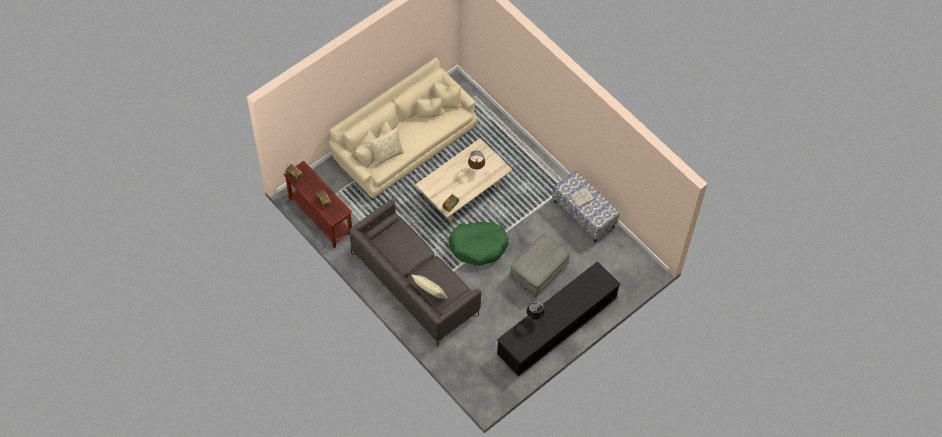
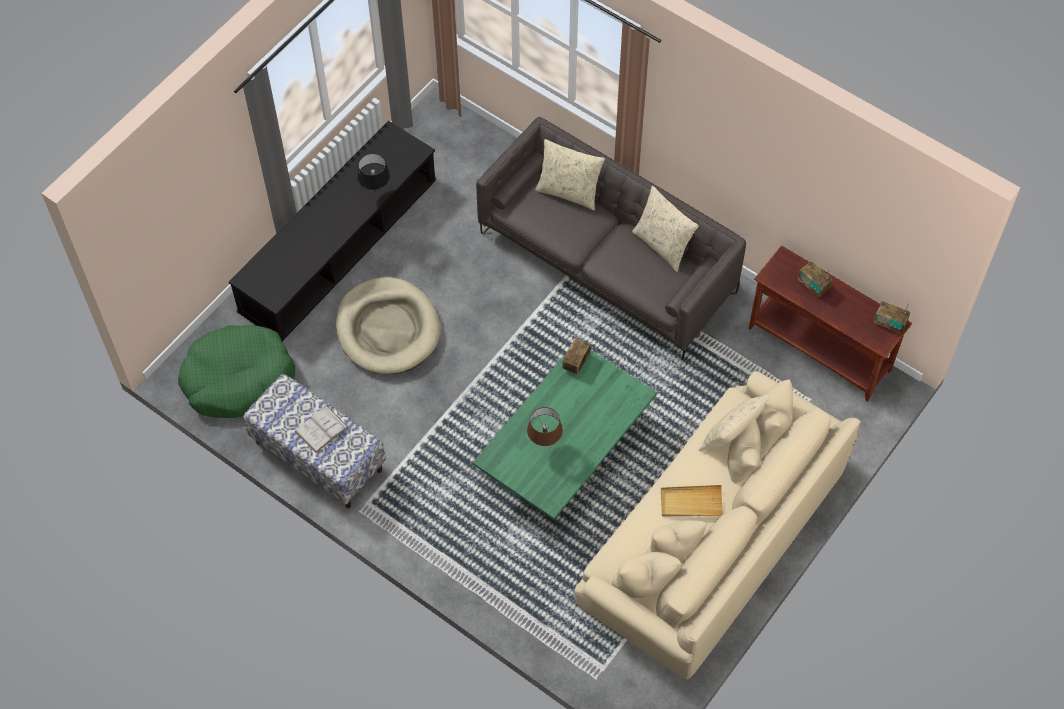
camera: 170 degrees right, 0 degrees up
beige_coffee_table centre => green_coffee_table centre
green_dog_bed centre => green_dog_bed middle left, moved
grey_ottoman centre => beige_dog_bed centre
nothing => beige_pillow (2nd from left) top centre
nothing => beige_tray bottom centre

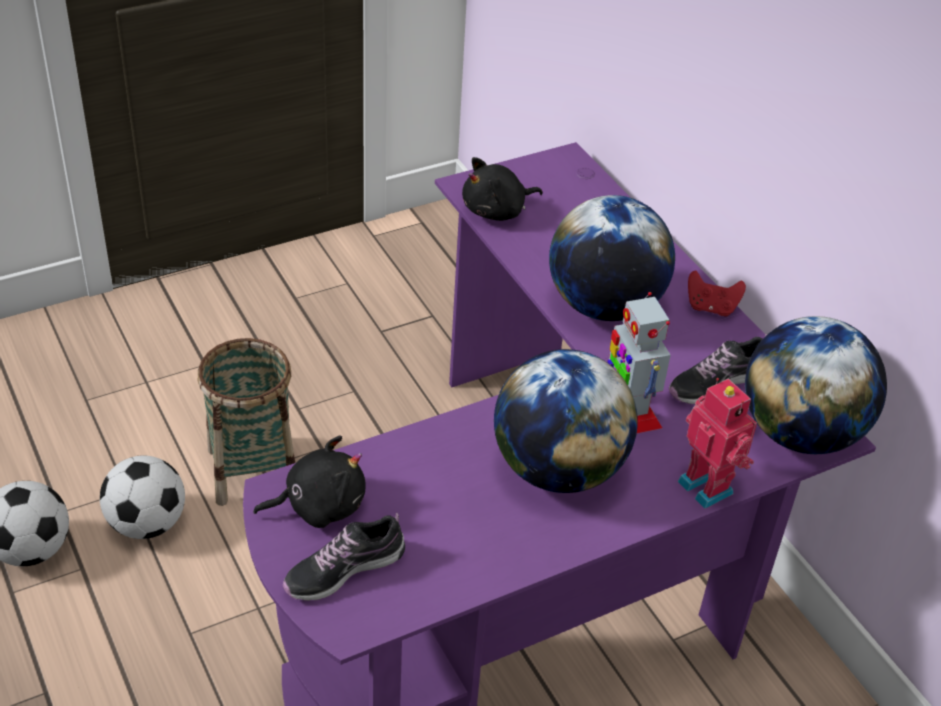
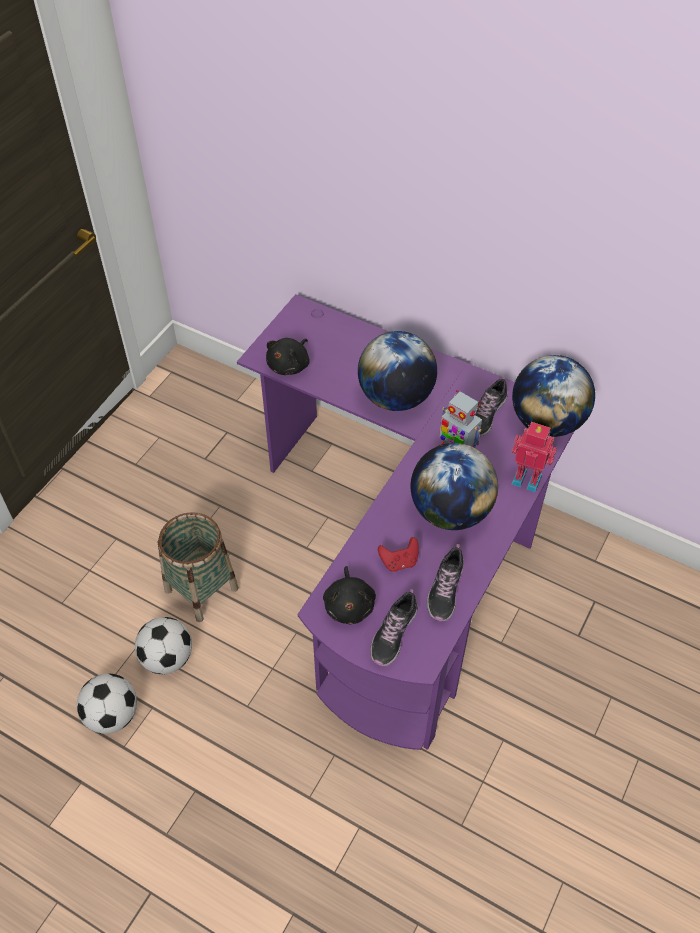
camera: 30 degrees left, 10 degrees up
red_game_controller middle right => red_game_controller centre, moved
black_plush_toy (1st from left in the first image) bottom left => black_plush_toy (2nd from left) centre, 135 degrees clockwise
nothing => shoe (2nd from left) centre

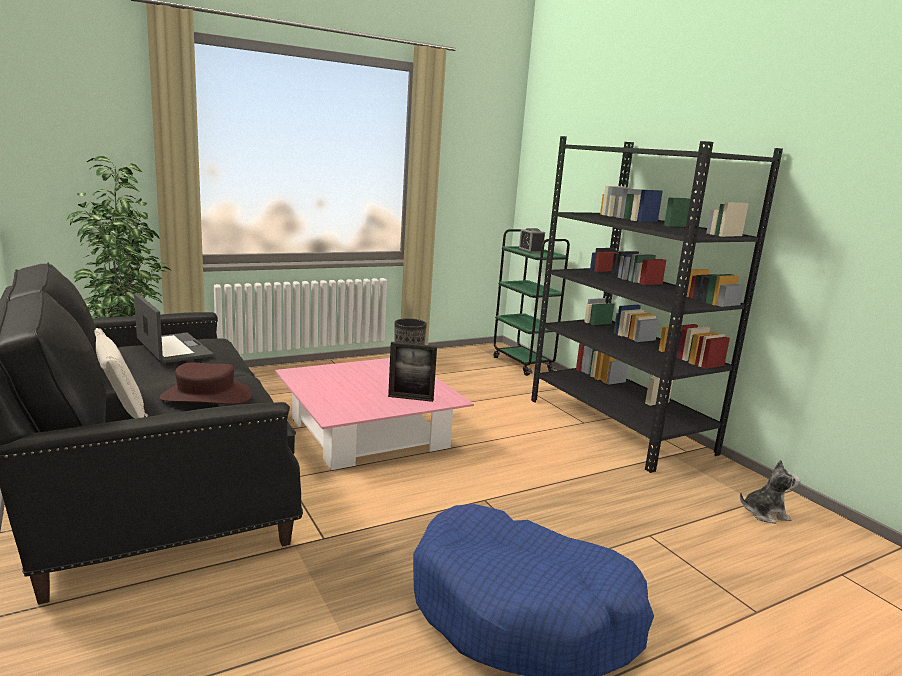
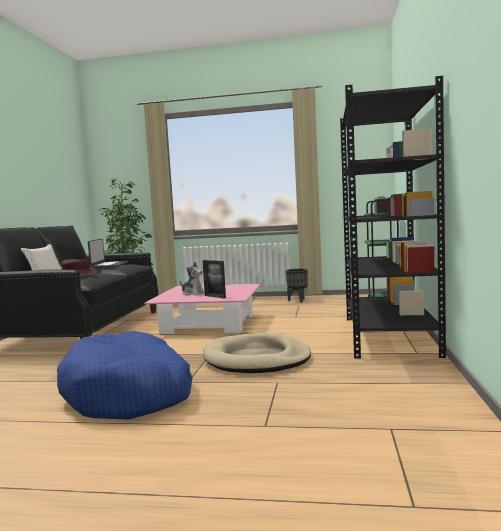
camera: 40 degrees right, 10 degrees down
plush_toy bottom right => plush_toy centre, moved
nothing => beige_dog_bed centre

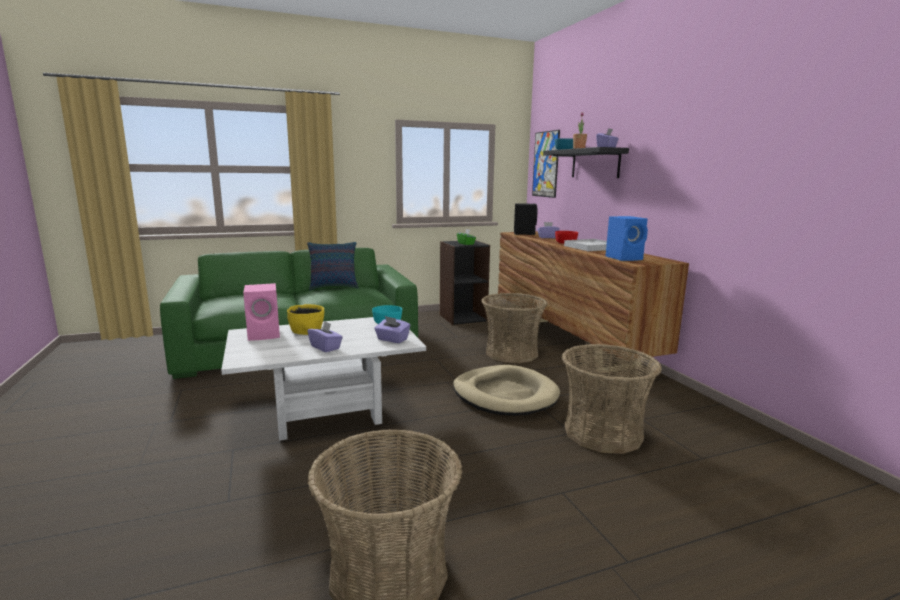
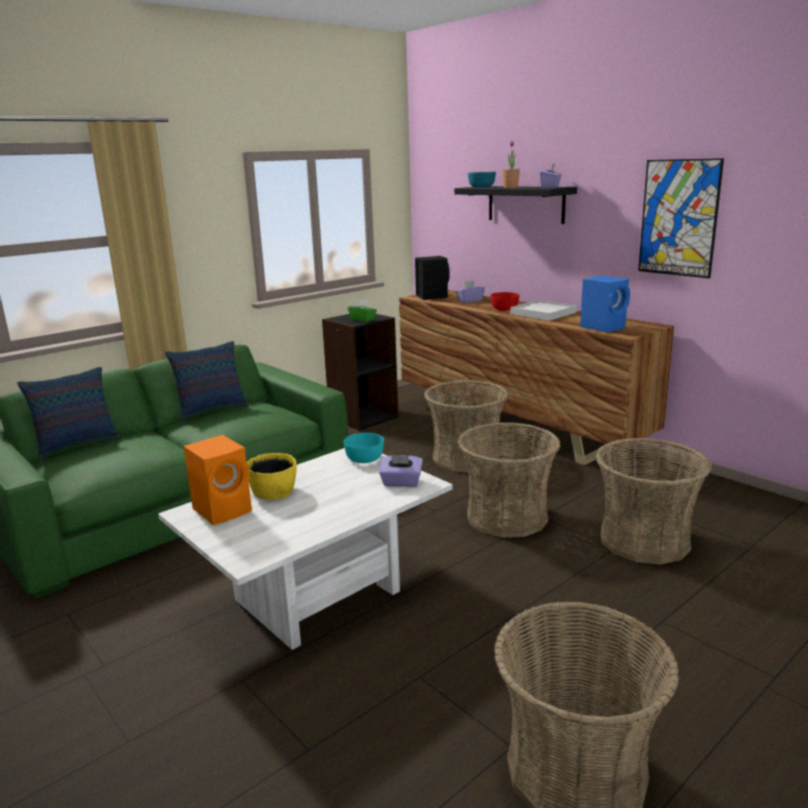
camera: 20 degrees left, 5 degrees up
picture top centre => picture top right, moved
pink_speaker middle left => orange_speaker middle left
purple_tissue_box (1st from left) centre => nothing
beige_dog_bed centre => basket (2nd from left) centre
nothing => blue_pillow (1st from left) middle left

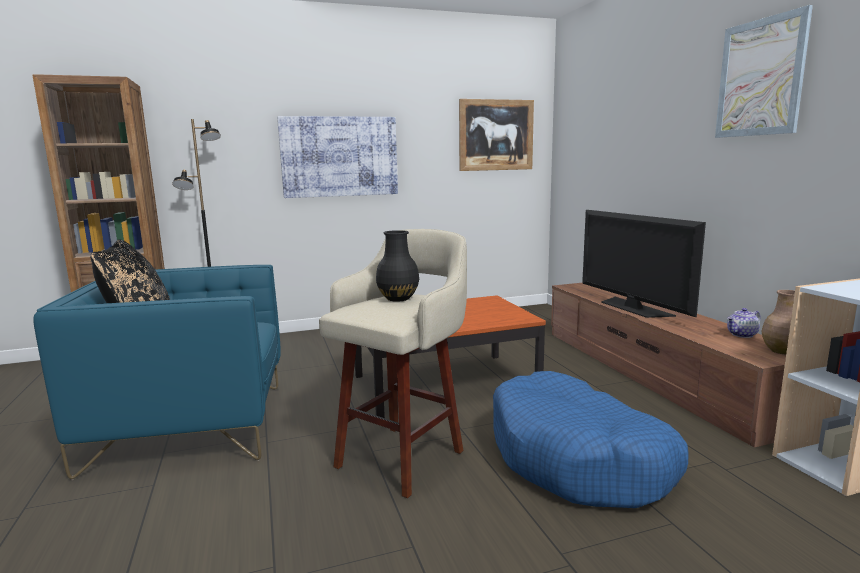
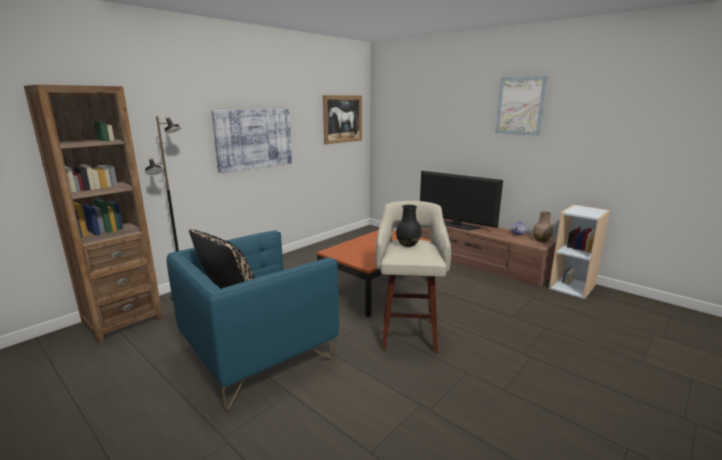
camera: 30 degrees left, 5 degrees up
blue_dog_bed bottom right => nothing

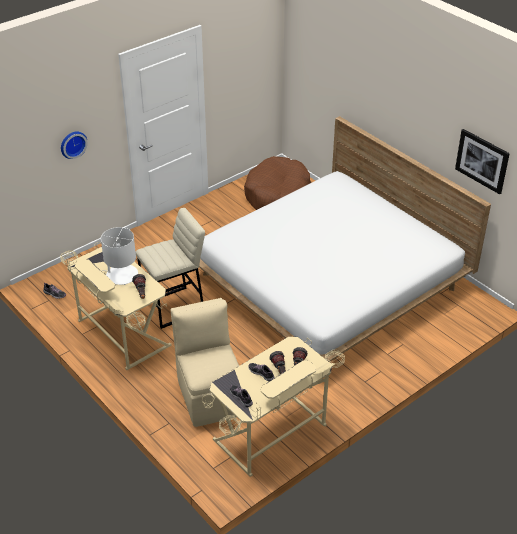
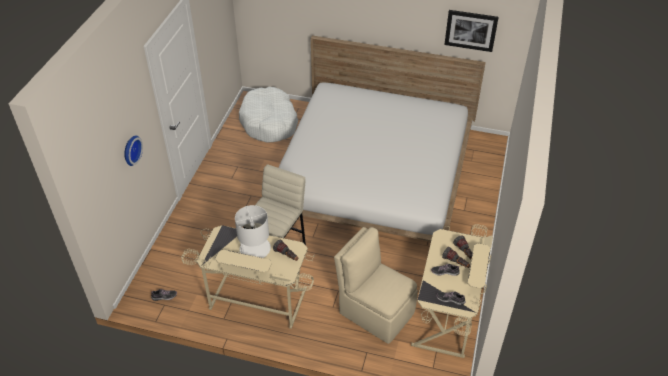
camera: 35 degrees left, 5 degrees up
brown_dog_bed centre => white_dog_bed top centre

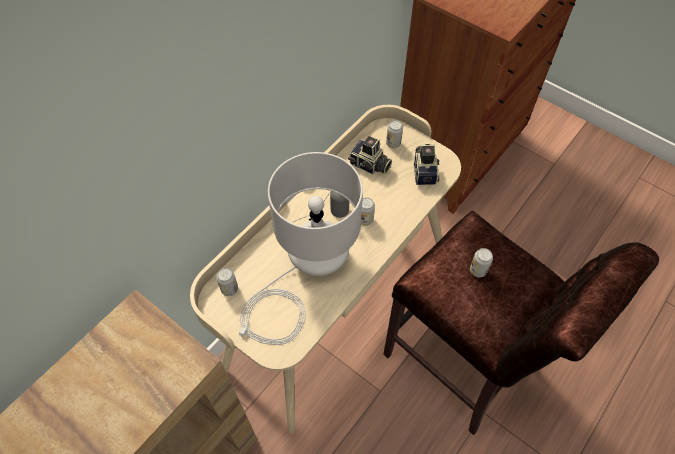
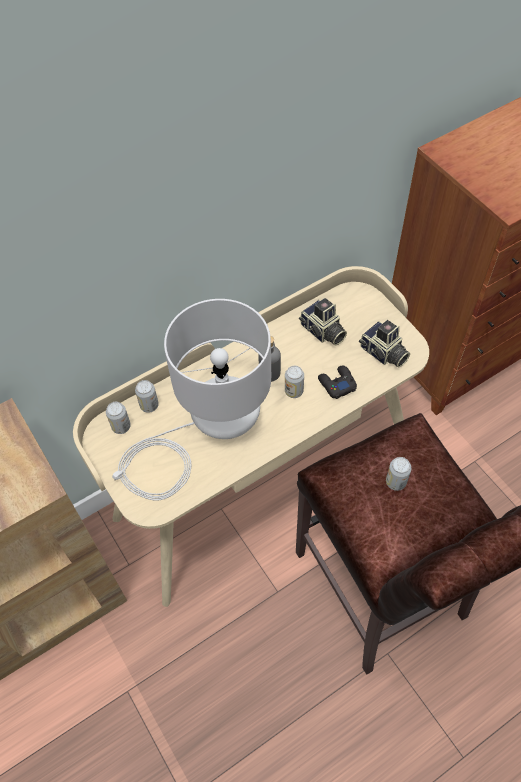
camera: 20 degrees right, 0 degrees up
can (3rd from left in the first image) top centre => can (2nd from left) middle left, moved
photo_camera (2nd from left) centre => photo_camera (2nd from left) middle right, 120 degrees clockwise
nothing => black_game_controller centre

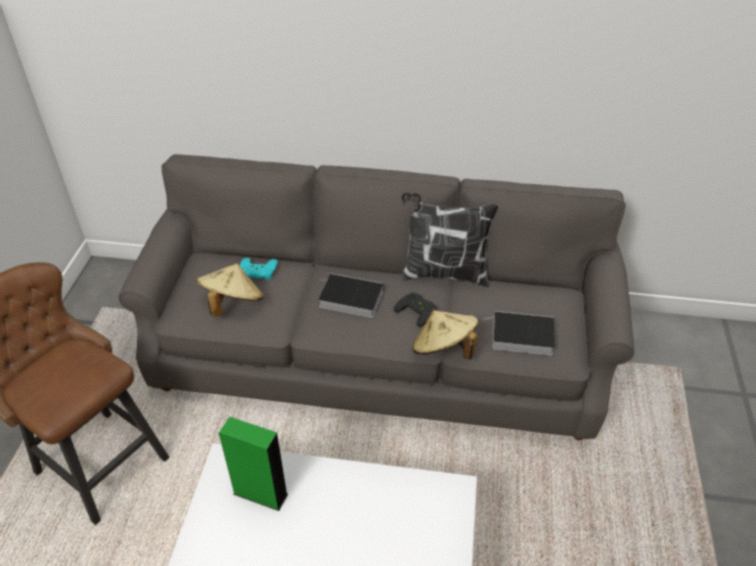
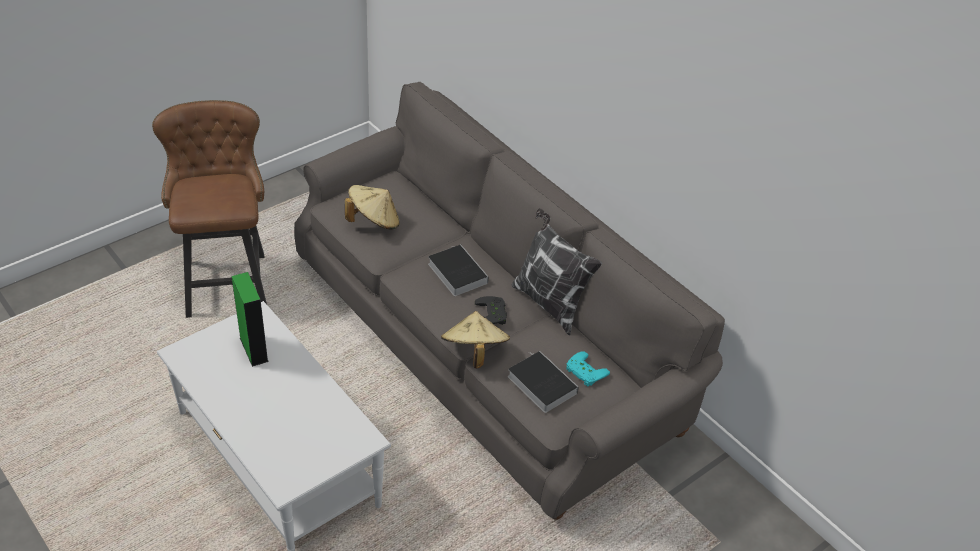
camera: 40 degrees right, 0 degrees up
turquoise_game_controller centre => turquoise_game_controller bottom centre, moved

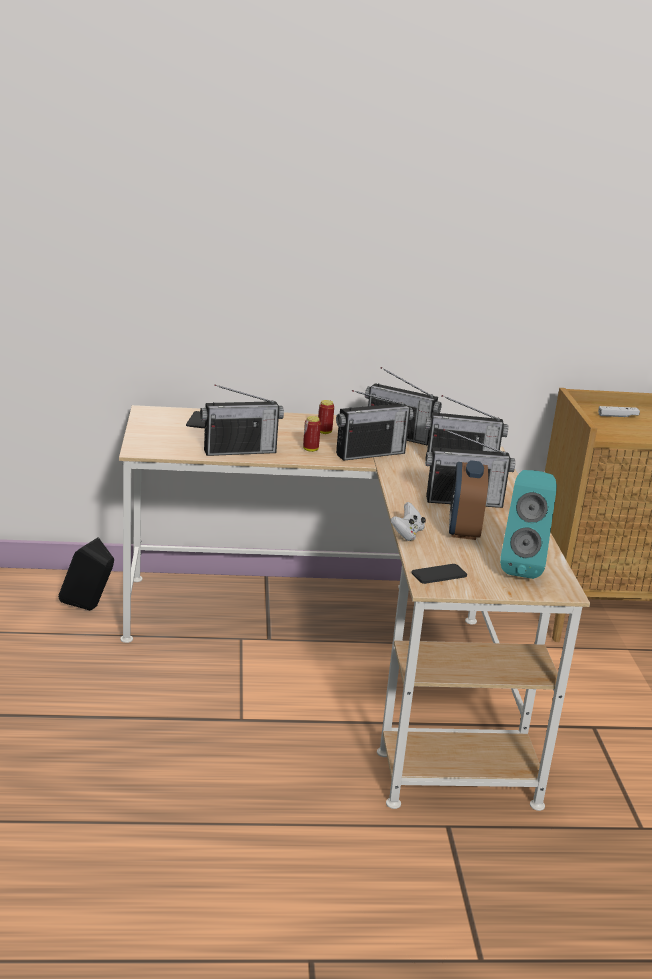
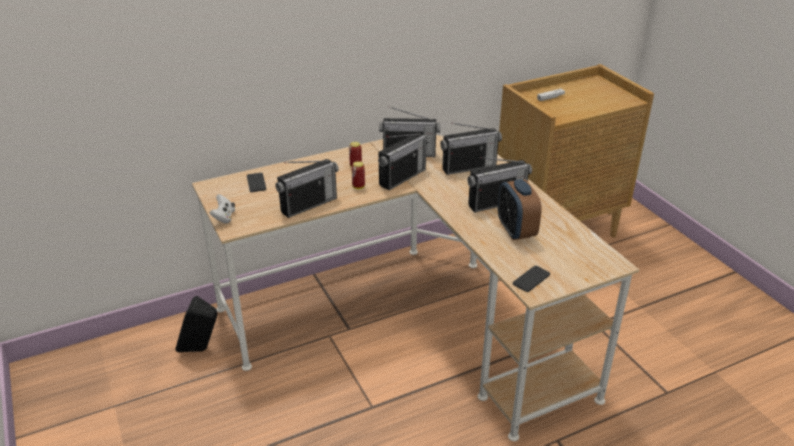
camera: 20 degrees left, 10 degrees up
turquoise_speaker middle right => nothing
white_game_controller (1st from left) centre => white_game_controller (1st from left) middle left, moved

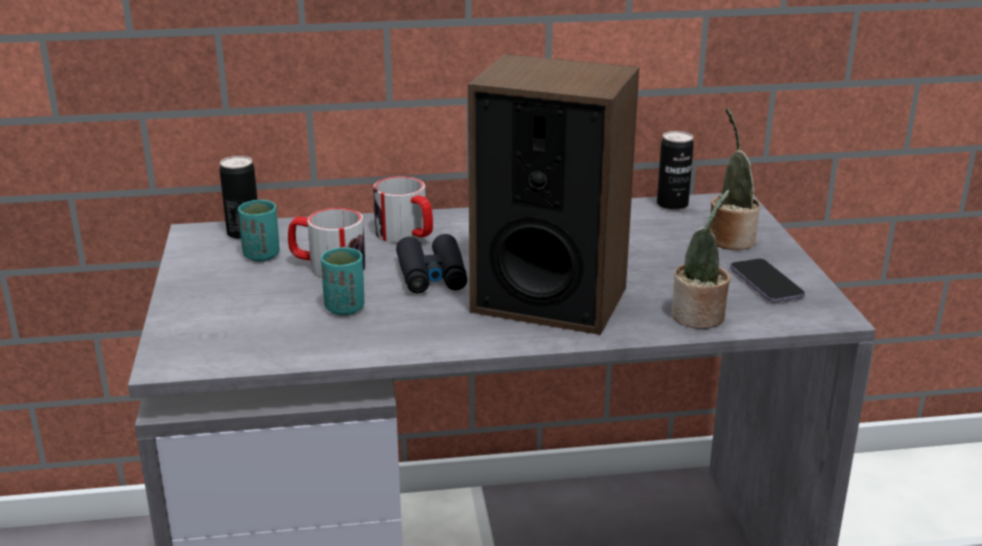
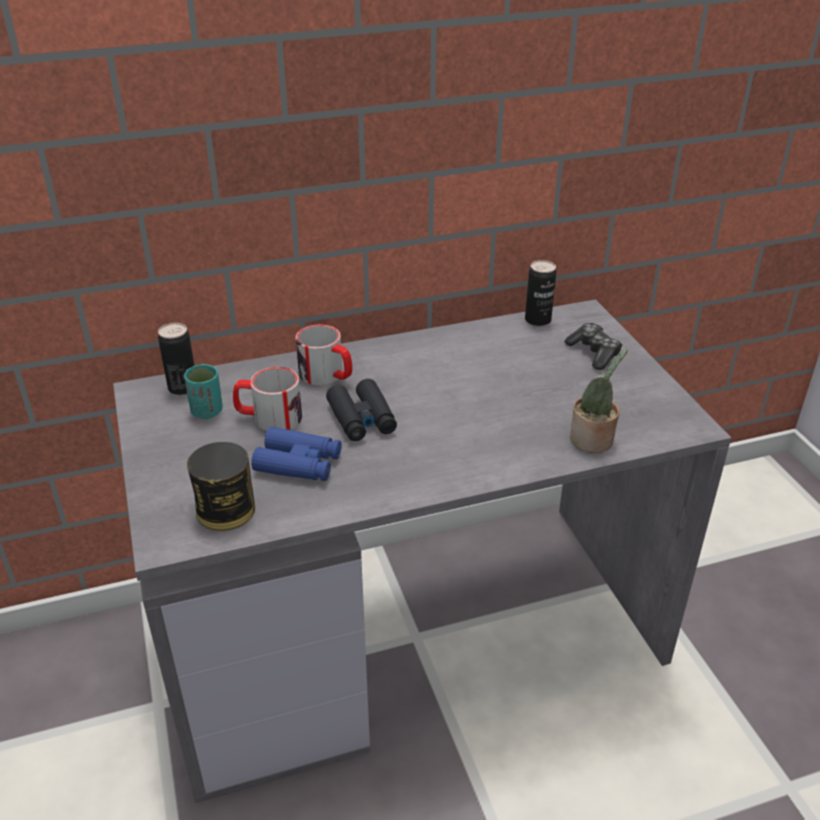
camera: 10 degrees left, 10 degrees up
speaker centre => nothing
potted_plant (2nd from left) top right => game_controller middle right
turquoise_cup (2nd from left) centre => blue_binoculars centre
phone middle right => nothing
nothing => can (2nd from left) middle left

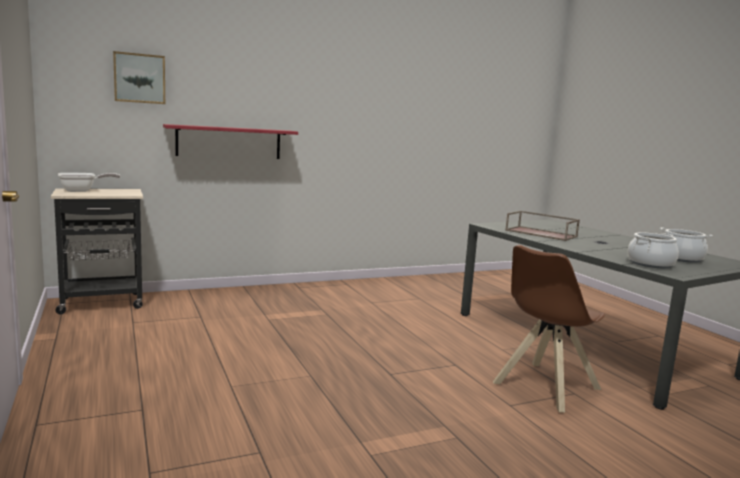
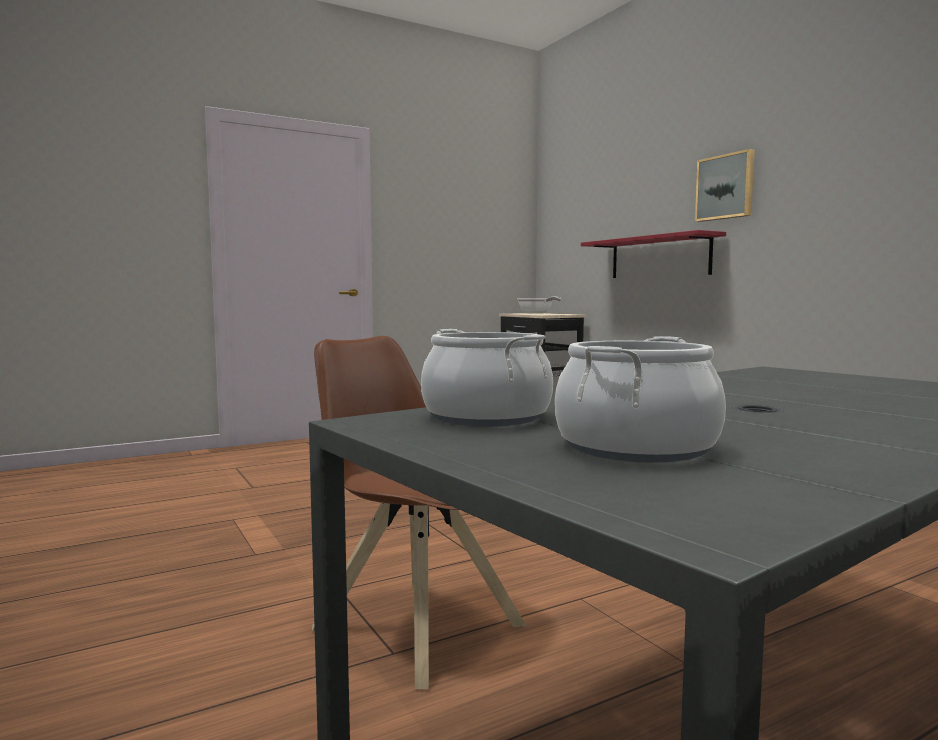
camera: 85 degrees right, 5 degrees down
picture top left => picture top right, moved
brown_tray middle right => nothing

